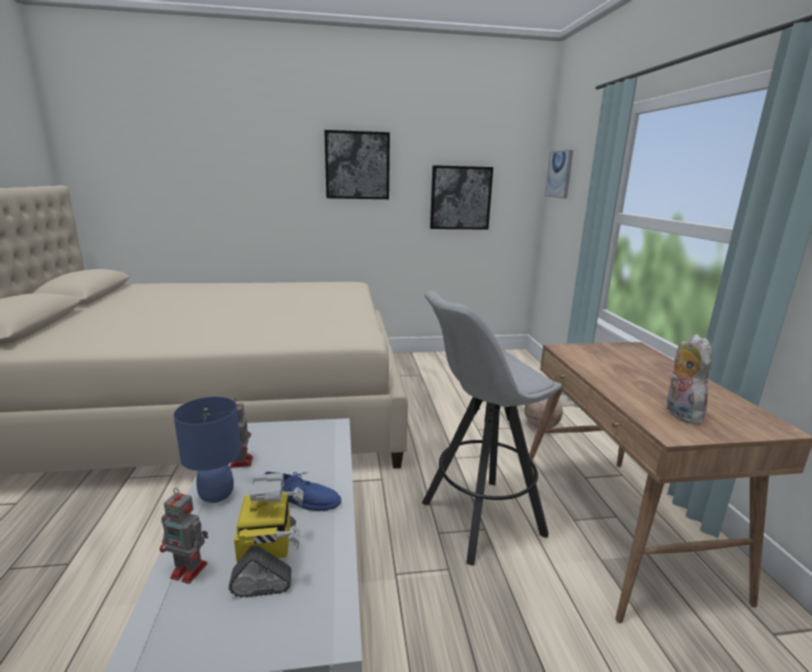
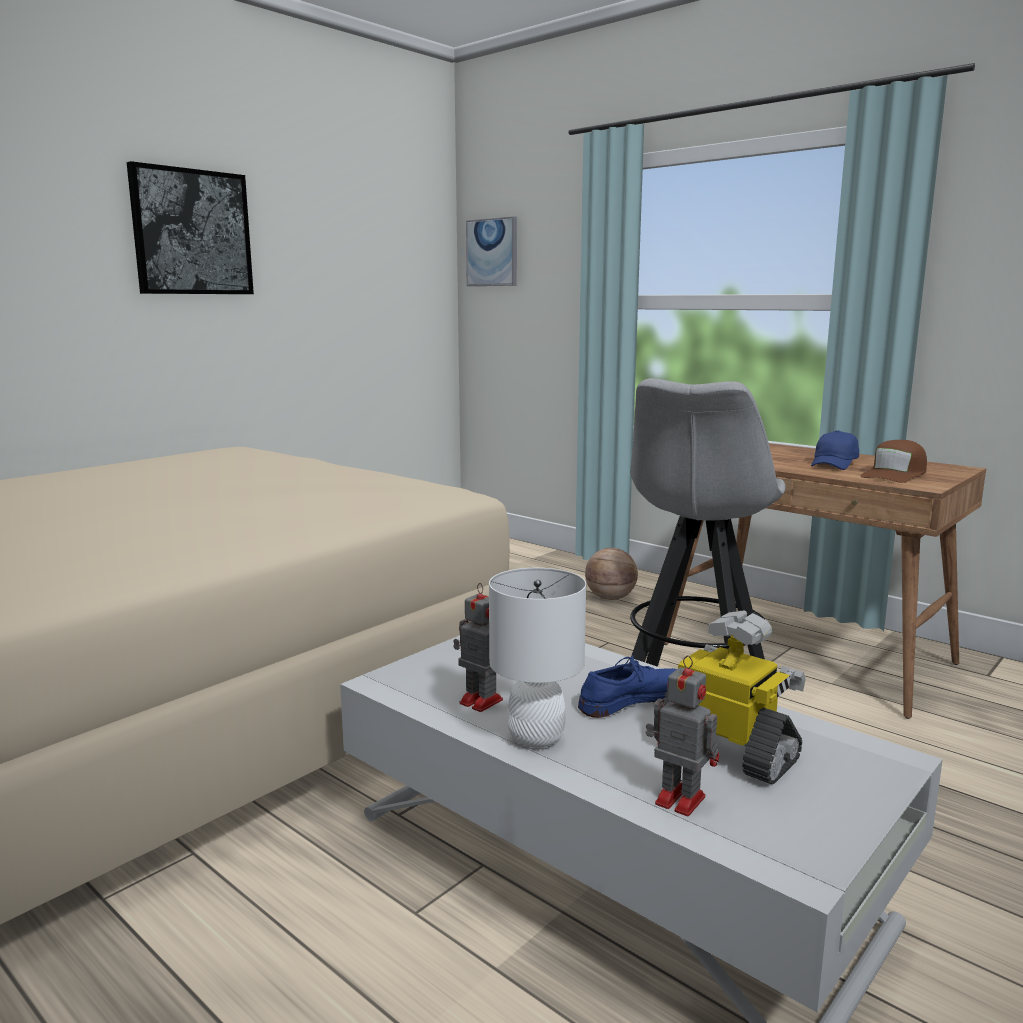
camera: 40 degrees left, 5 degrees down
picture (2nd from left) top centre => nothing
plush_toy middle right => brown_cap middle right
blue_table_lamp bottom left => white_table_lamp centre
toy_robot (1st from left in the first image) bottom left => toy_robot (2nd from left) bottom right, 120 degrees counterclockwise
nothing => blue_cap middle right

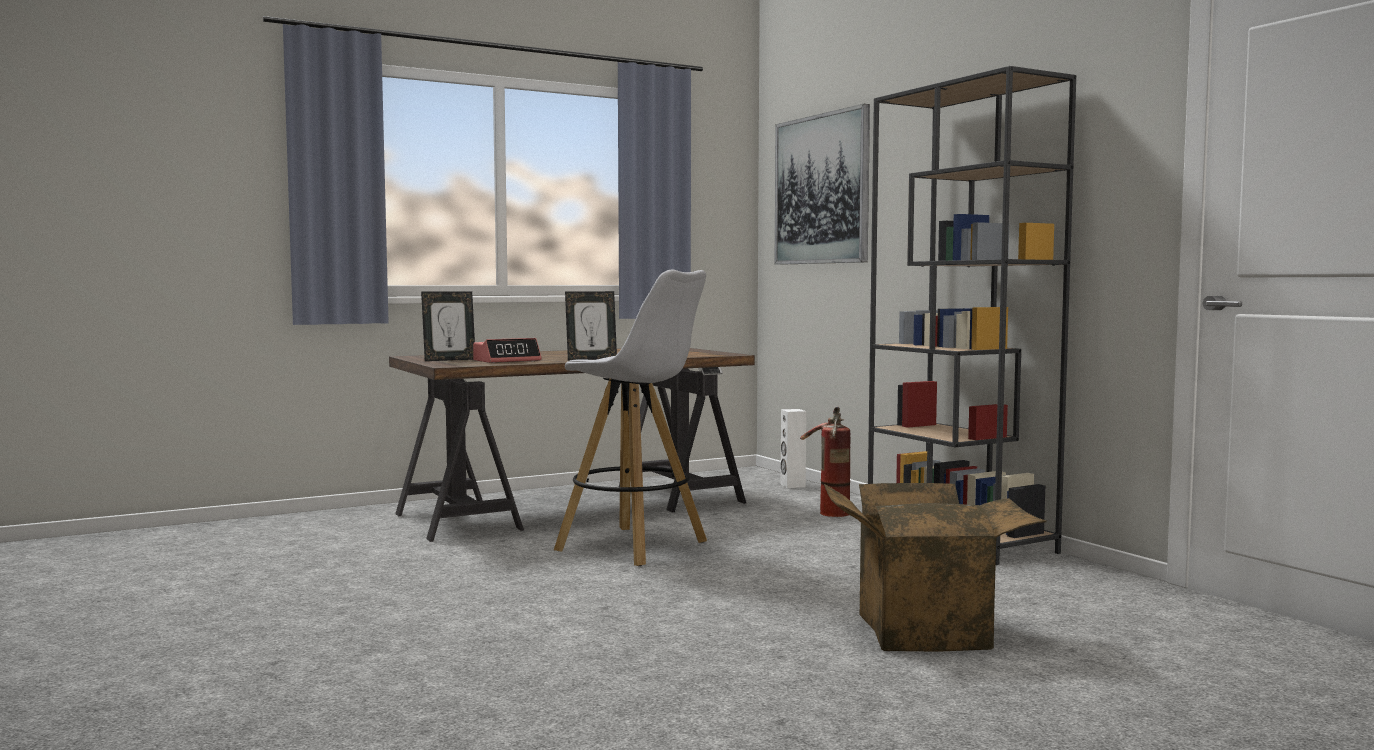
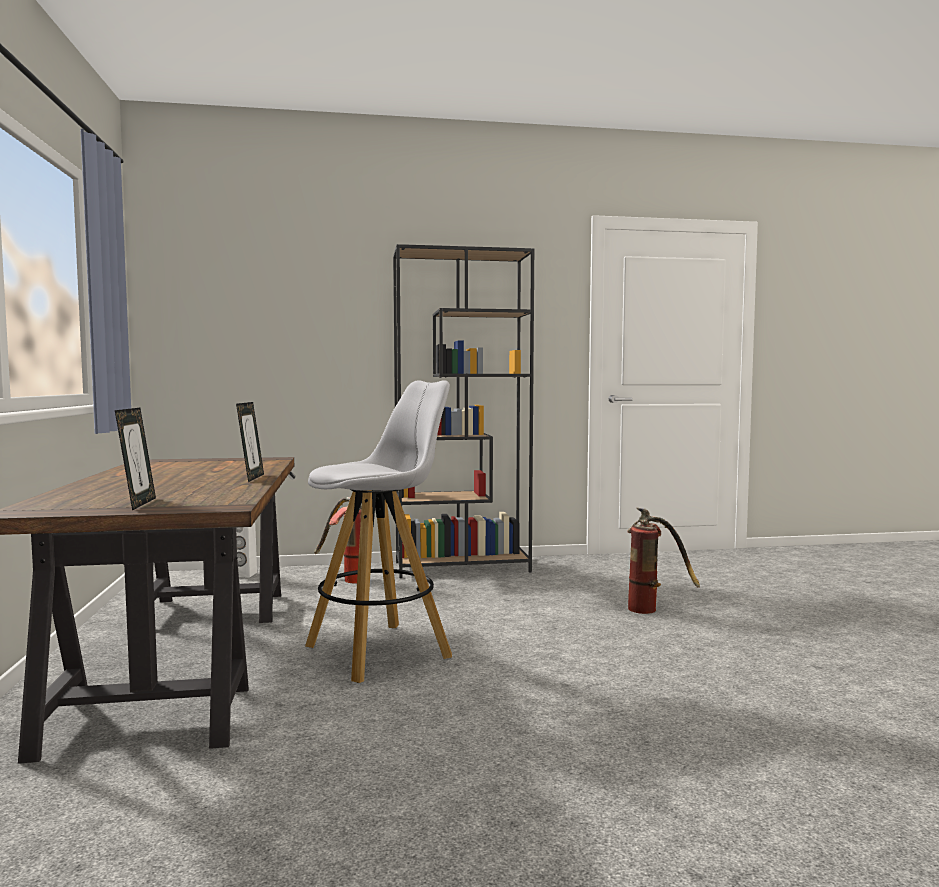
camera: 70 degrees left, 0 degrees up
picture top centre => nothing
alarm_clock centre => nothing
cardboard_box bottom right => fire_extinguisher (2nd from left) middle right

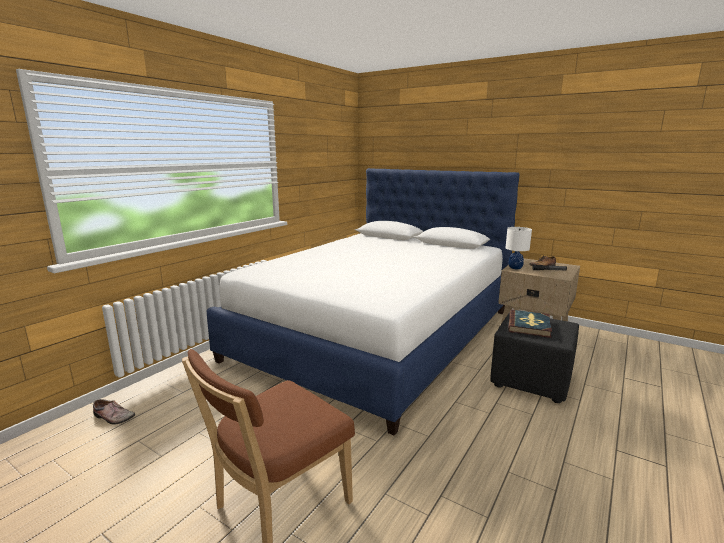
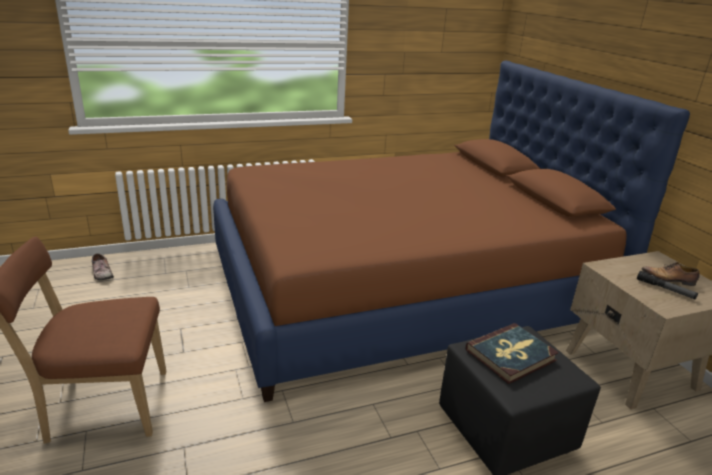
camera: 35 degrees right, 10 degrees up
white_bed centre => brown_bed centre
white_table_lamp middle right => nothing

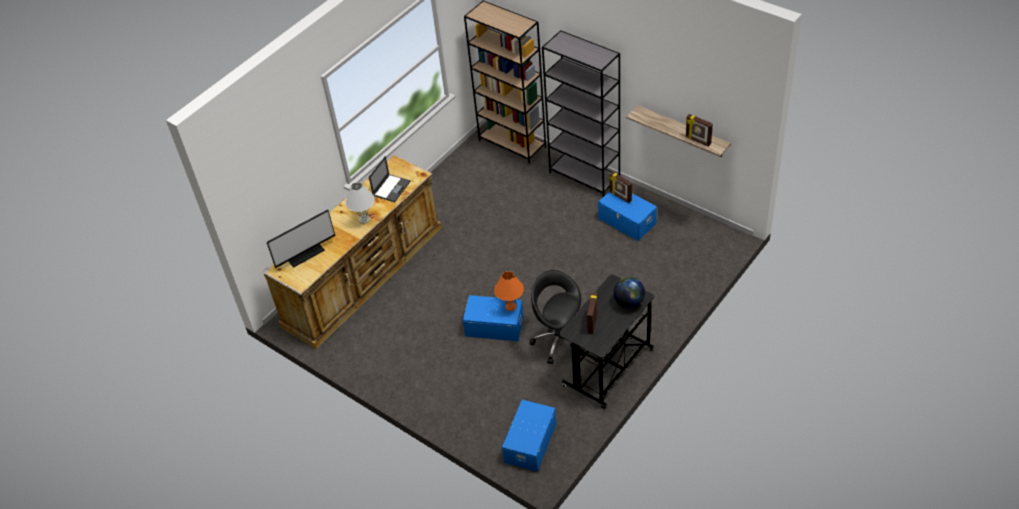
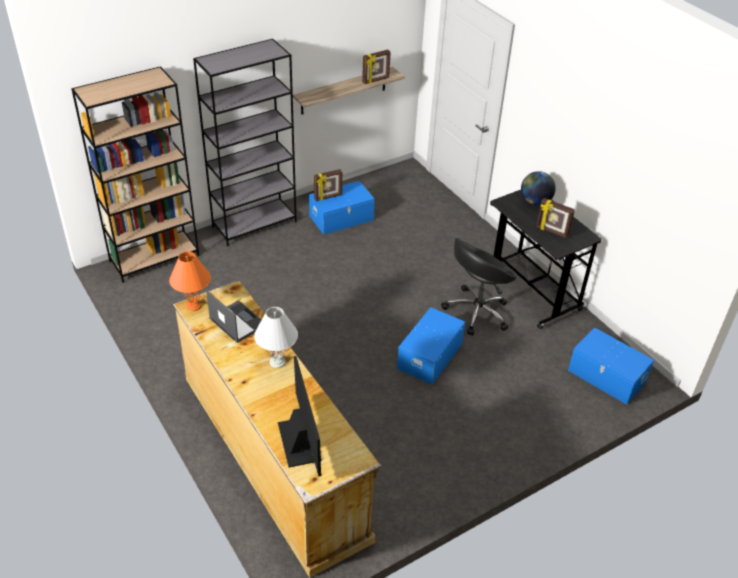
camera: 75 degrees left, 5 degrees down
orange_table_lamp centre => orange_table_lamp middle left, moved

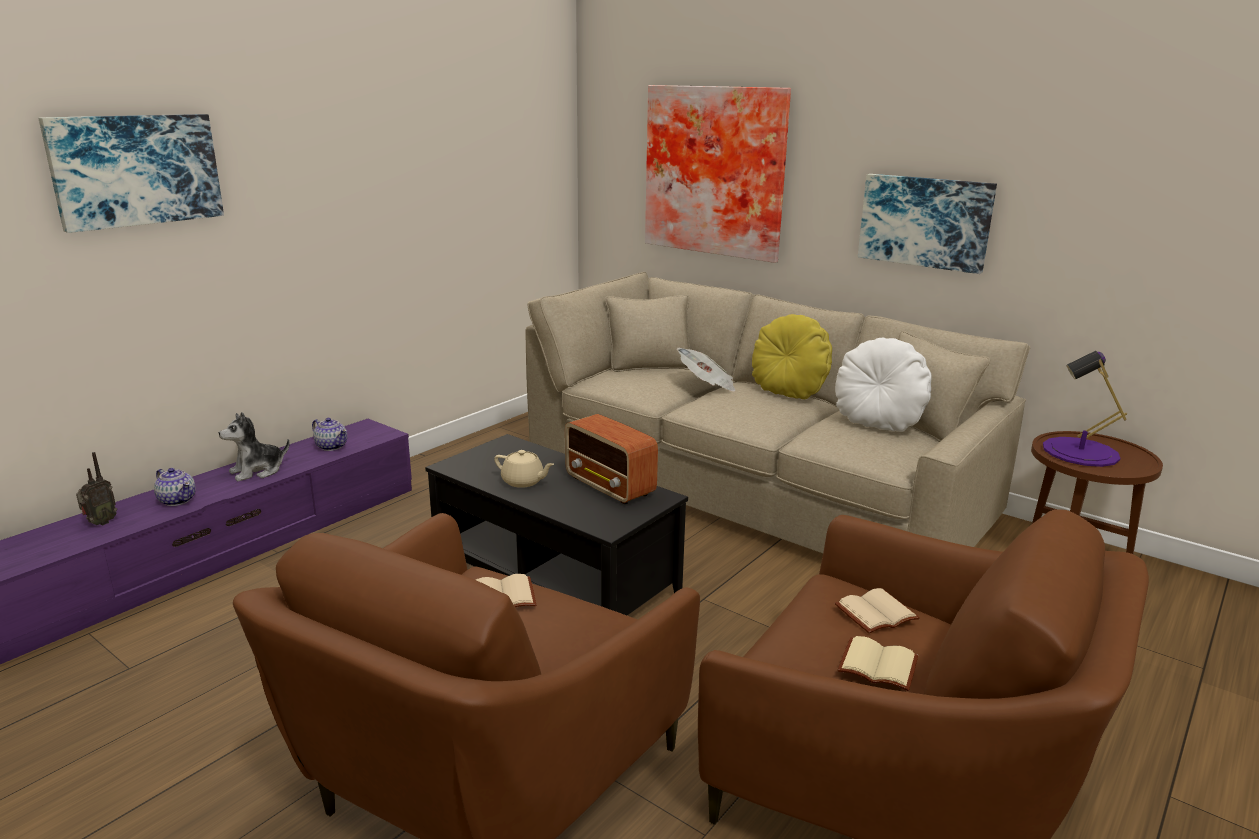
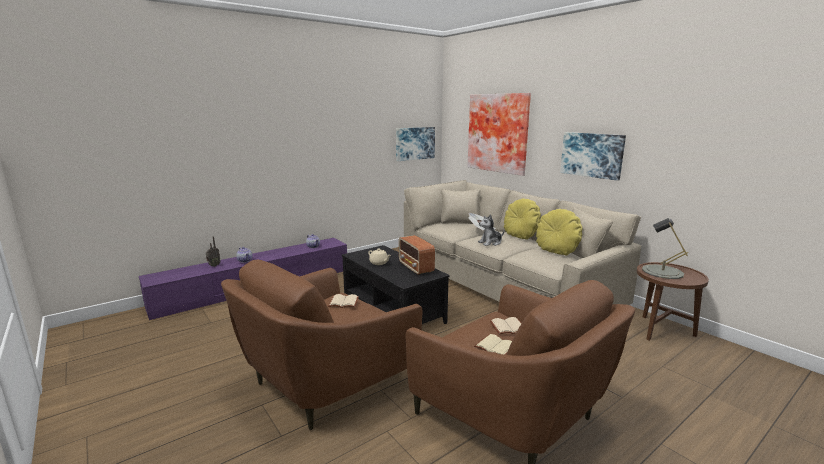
camera: 15 degrees right, 5 degrees down
picture (1st from left) top left => picture (1st from left) top centre, moved
white_pillow middle right => yellow_pillow (2nd from left) middle right
purple_table_lamp middle right => grey_table_lamp middle right
plush_toy middle left => plush_toy centre, moved

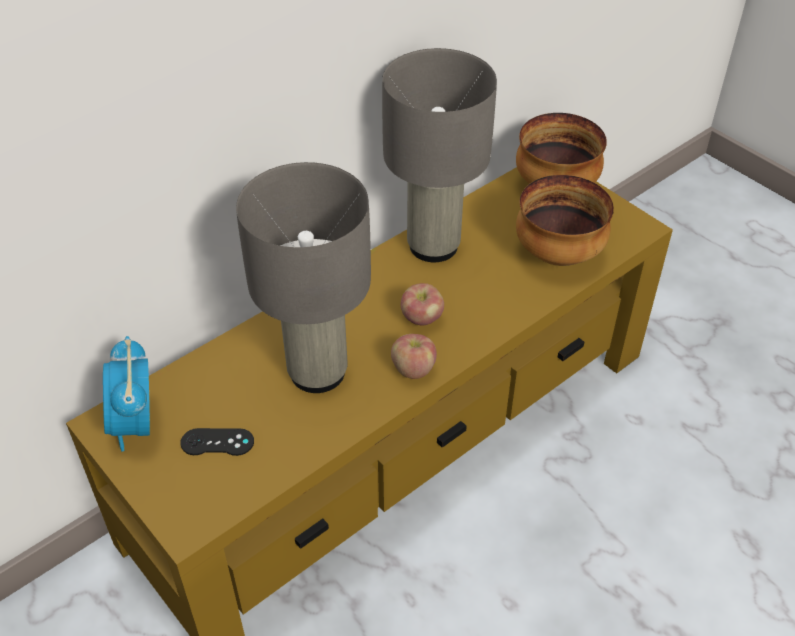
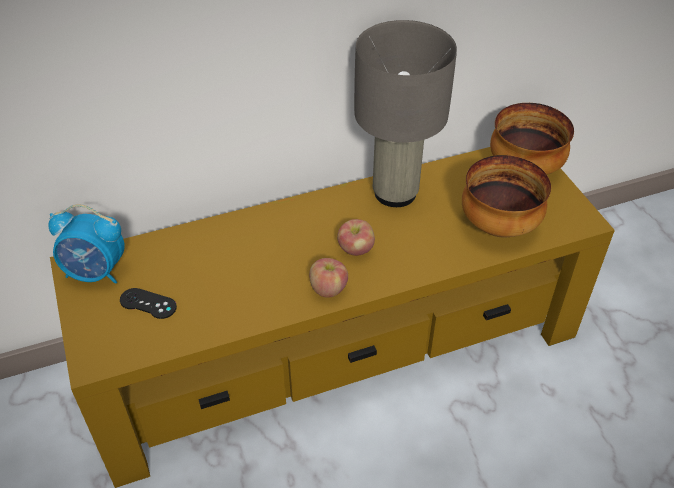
camera: 20 degrees right, 0 degrees up
grey_table_lamp (1st from left) centre => nothing
alarm_clock middle left, 90 degrees counterclockwise

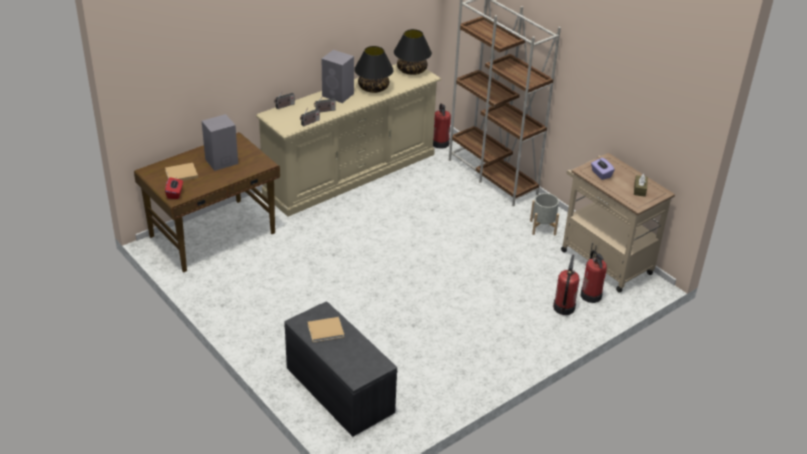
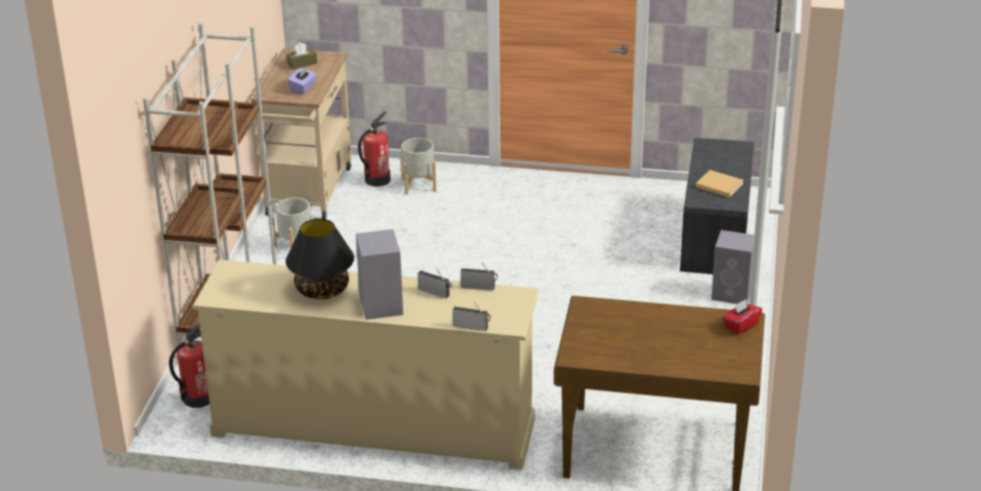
camera: 130 degrees left, 5 degrees down
black_table_lamp (2nd from left) top centre => nothing
grey_speaker (1st from left in the first image) top left => grey_speaker (2nd from left) middle right, moved
beige_book (1st from left) middle left => nothing
fire_extinguisher (2nd from left) middle right => grey_planter (2nd from left) centre

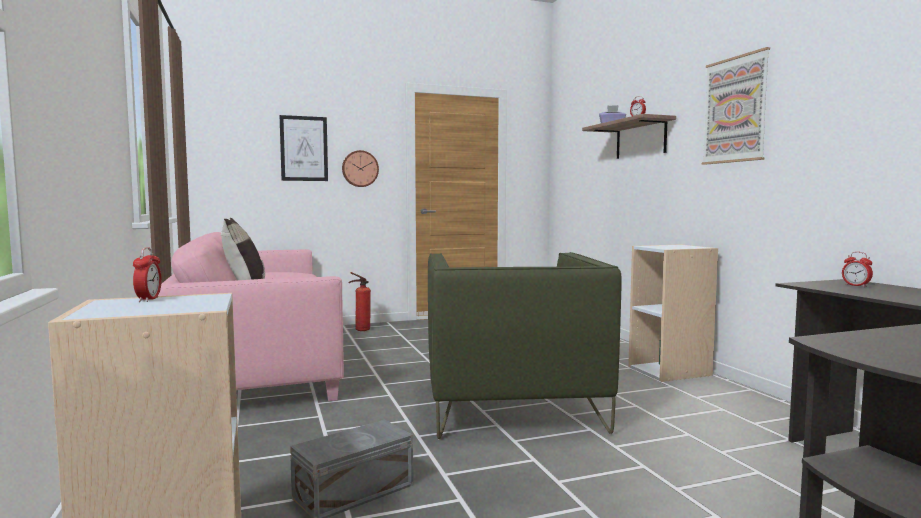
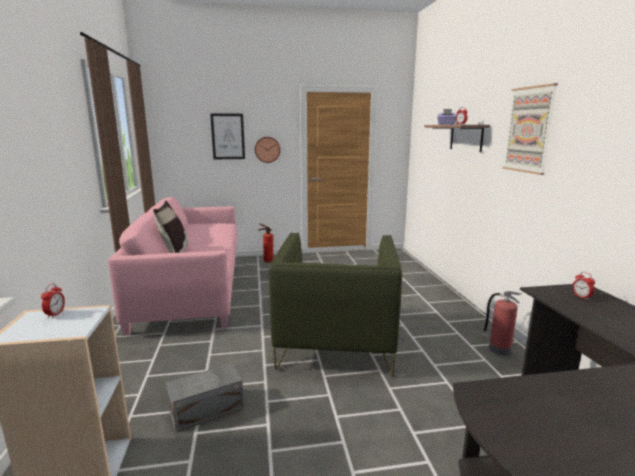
camera: 10 degrees right, 10 degrees up
bookcase (2nd from left) middle right => nothing
nothing => fire_extinguisher (2nd from left) bottom right

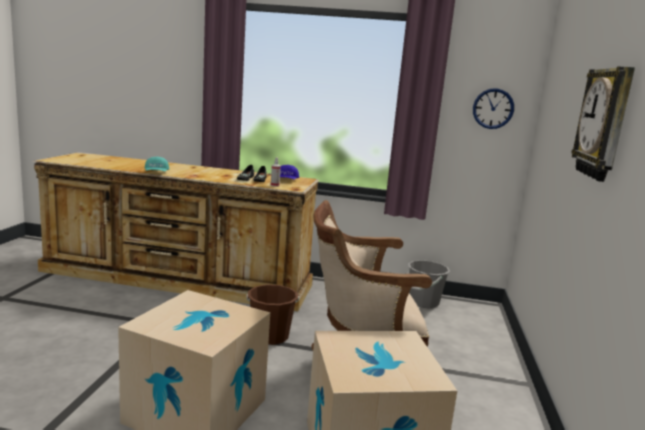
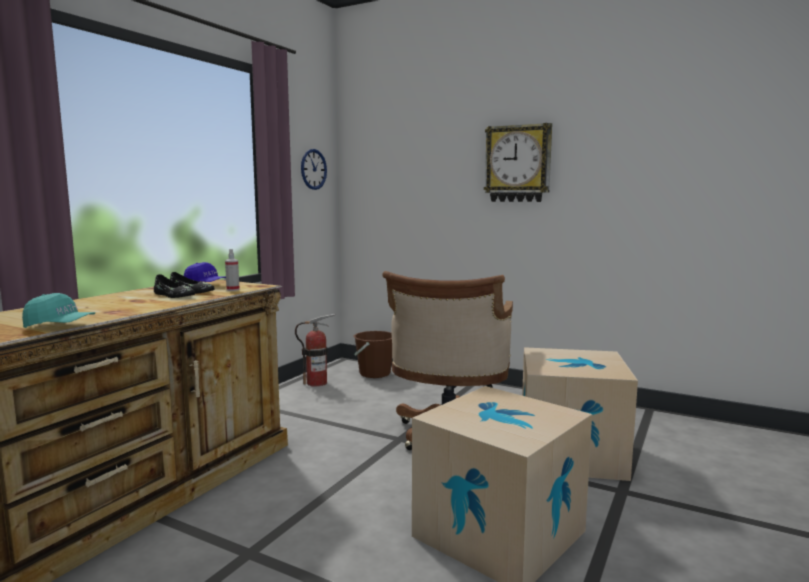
camera: 70 degrees left, 5 degrees down
grey_bucket centre => fire_extinguisher centre
brown_bucket bottom centre => brown_bucket centre, moved

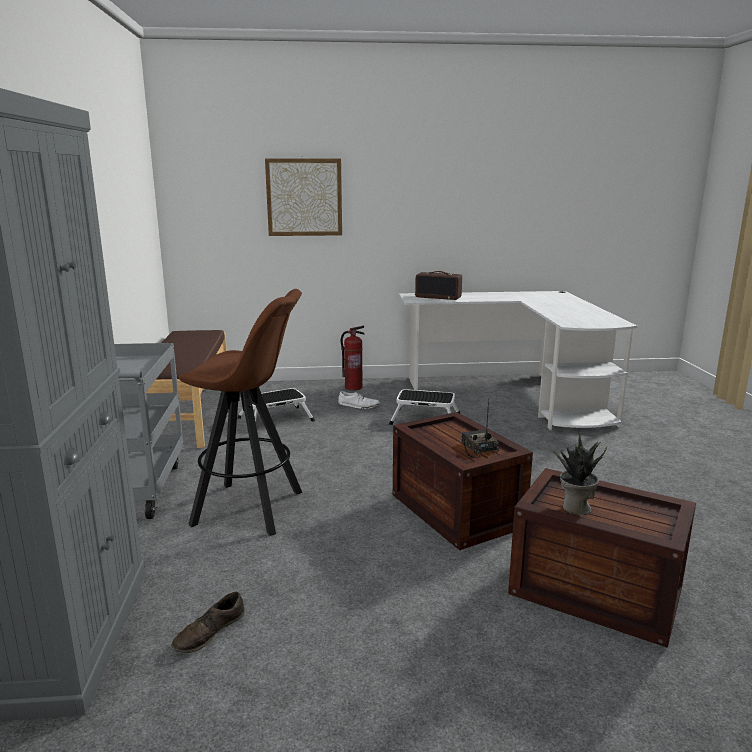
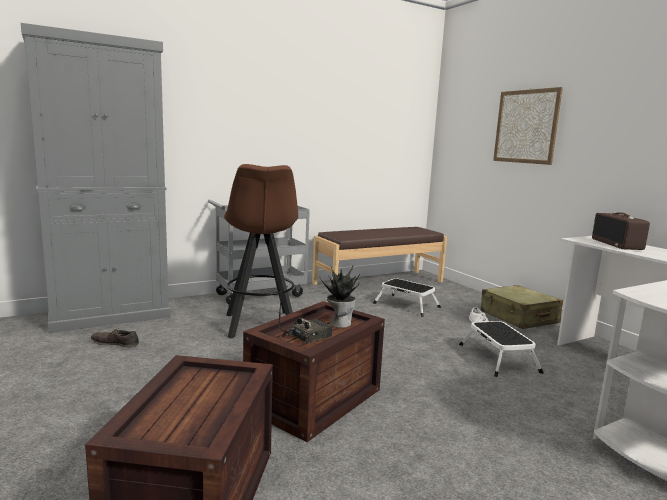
camera: 65 degrees right, 5 degrees down
fire_extinguisher centre => beige_suitcase middle right
potted_plant middle right => potted_plant centre, moved

